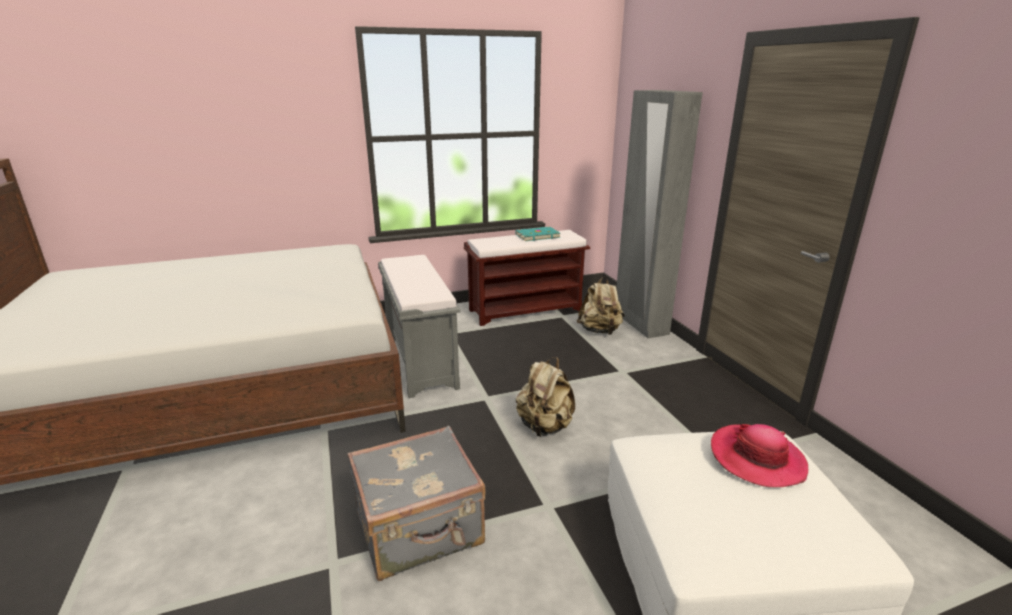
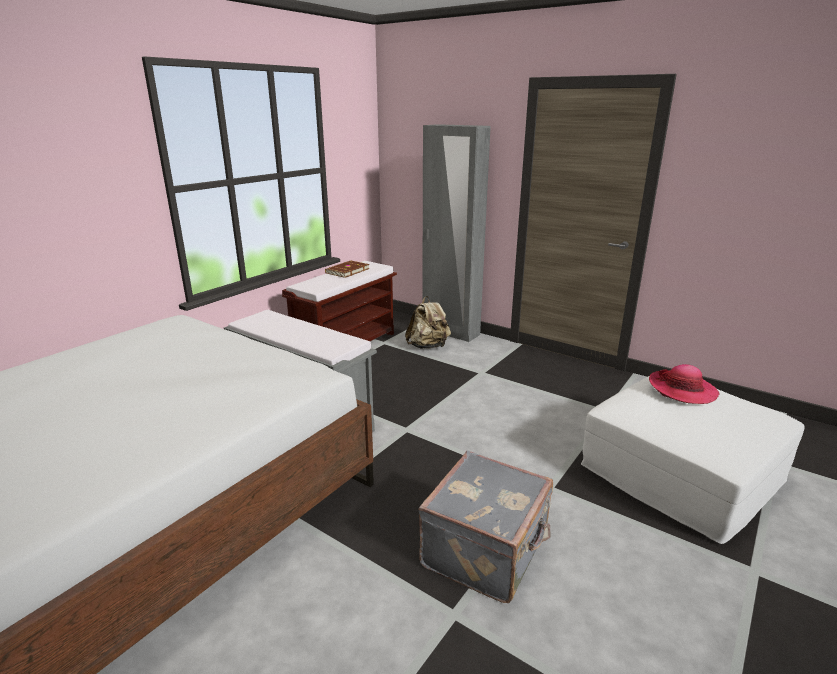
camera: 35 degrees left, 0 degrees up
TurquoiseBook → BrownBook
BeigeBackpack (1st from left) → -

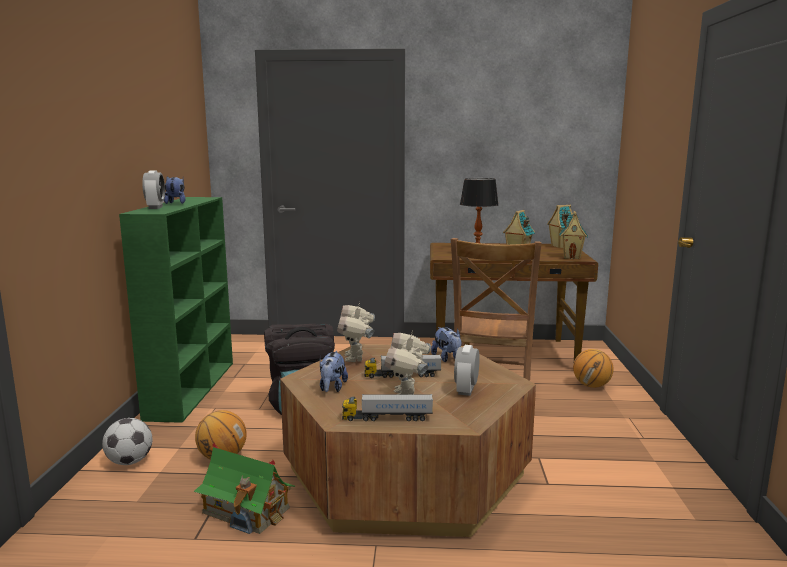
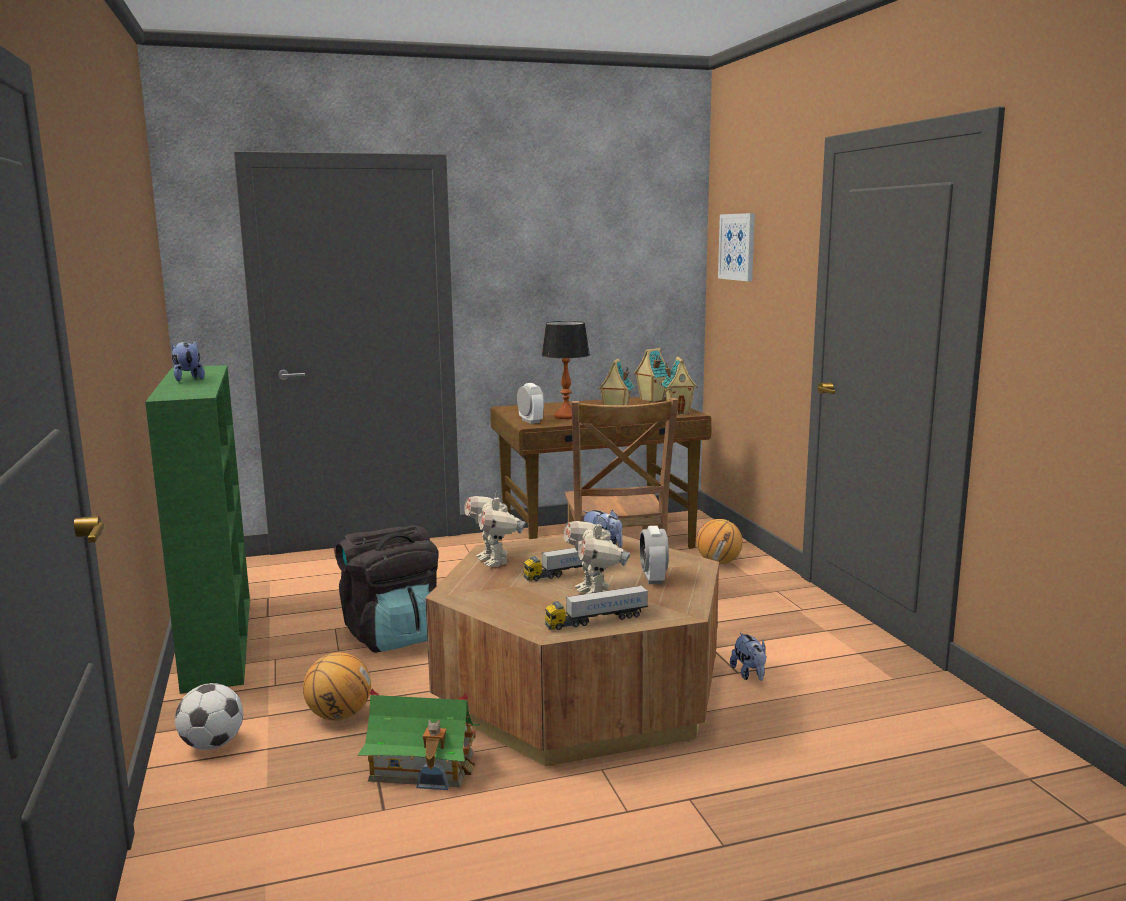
camera: 20 degrees left, 0 degrees up
AlarmClock (1st from left), move
PlushToy (2nd from left in the first image) → PlushToy (3rd from left), move
- → Picture

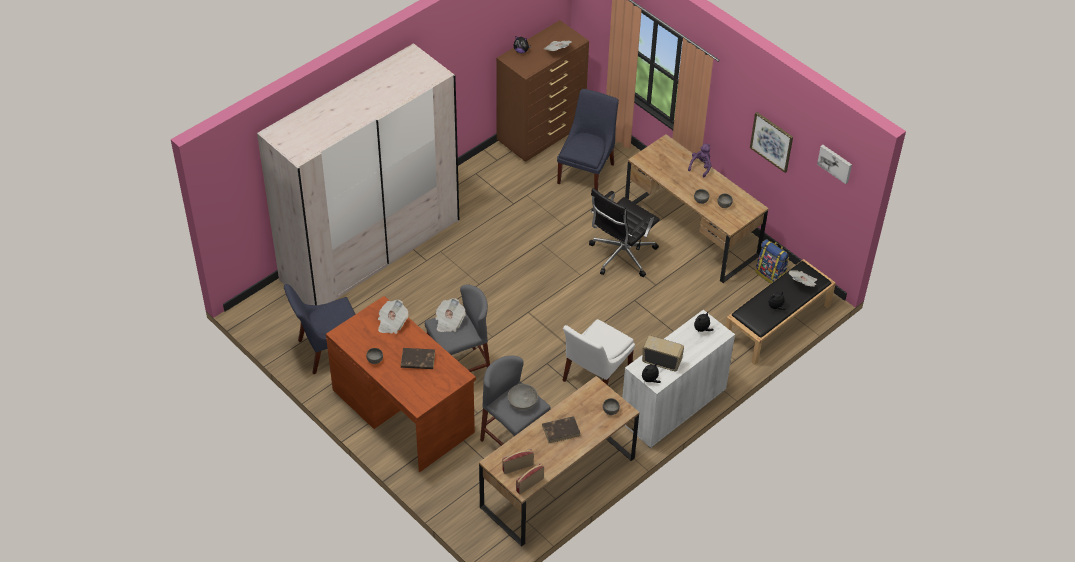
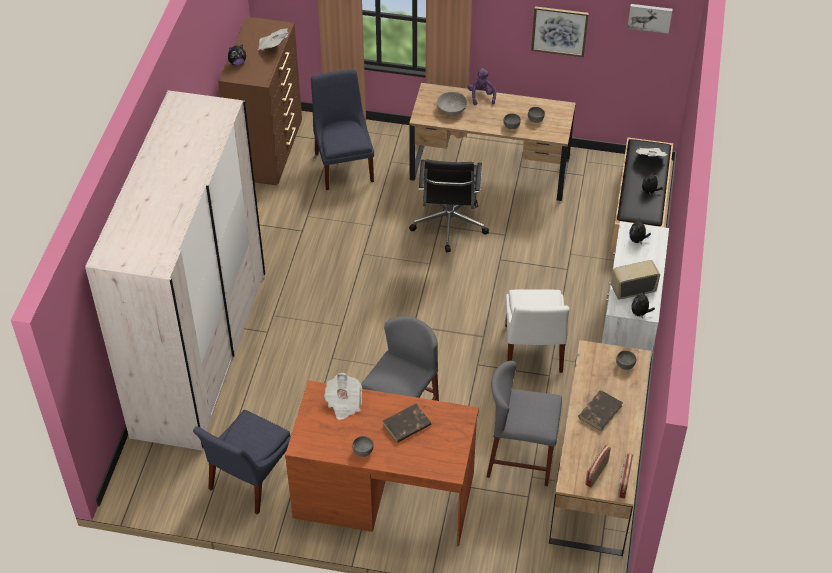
camera: 35 degrees left, 0 degrees up
Backpack → -
Newspaper (2nd from left) → -
GreyBowl (2nd from left), move

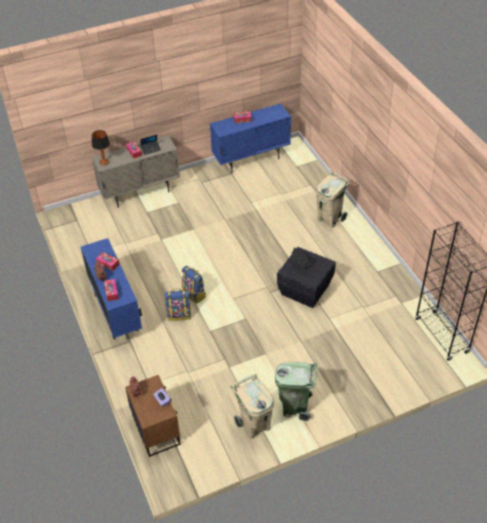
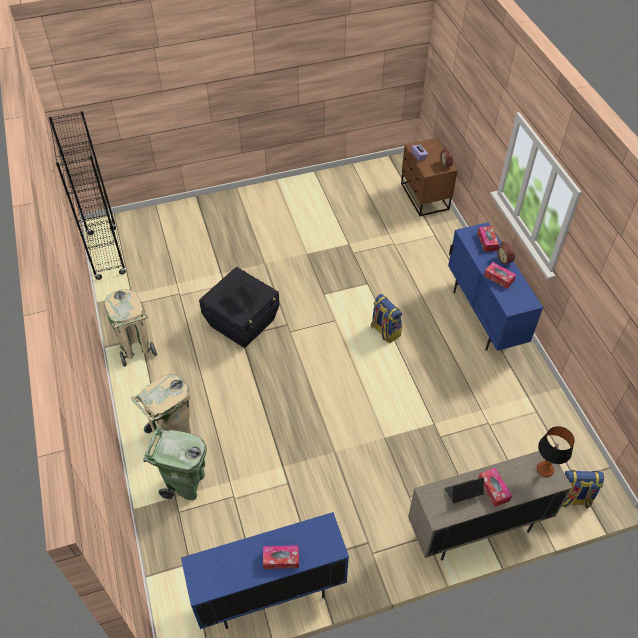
camera: 175 degrees left, 5 degrees up
Backpack (1st from left in the first image) → Backpack (2nd from left), move
GreenTrashCan, move
BeigeTrashCan (1st from left), move

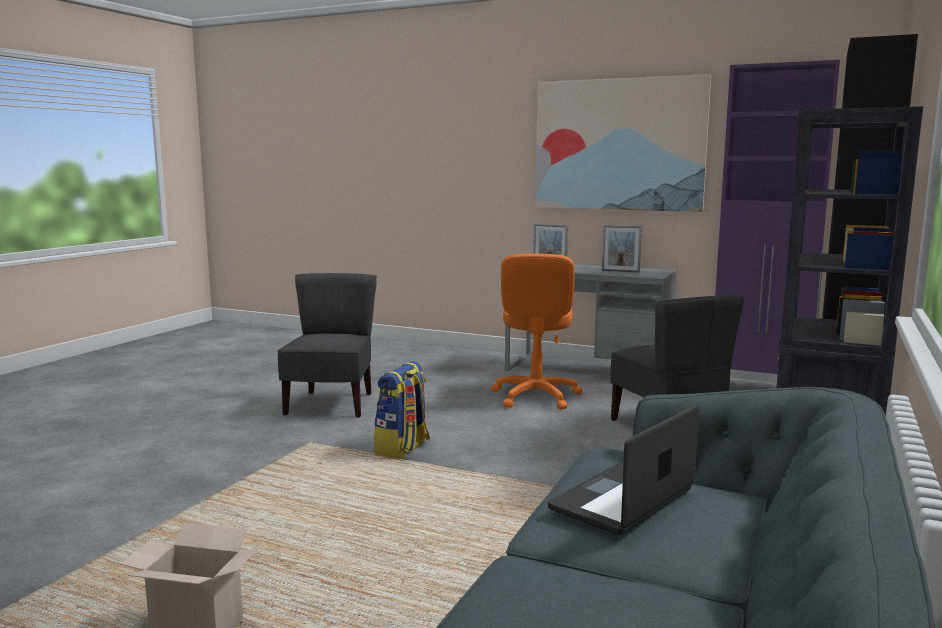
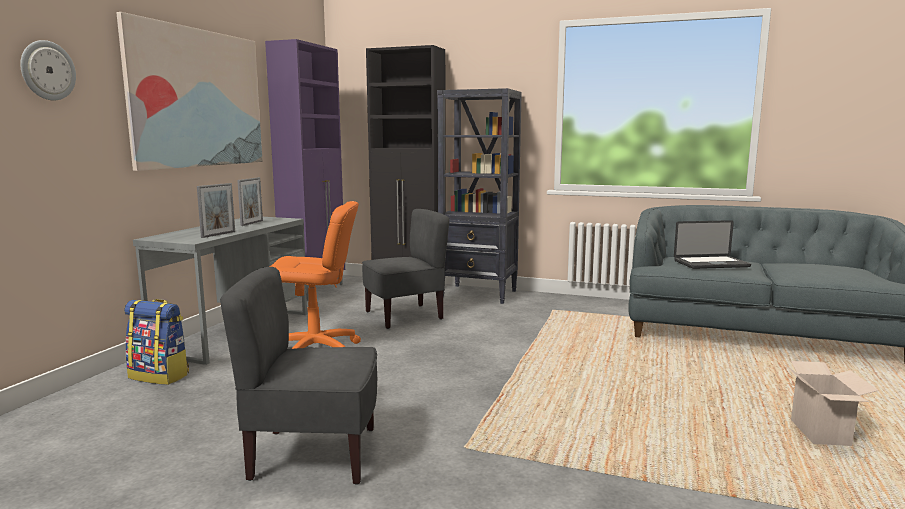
camera: 95 degrees left, 0 degrees up
Backpack, move
Laptop, 45 degrees counterclockwise
- → WallClock

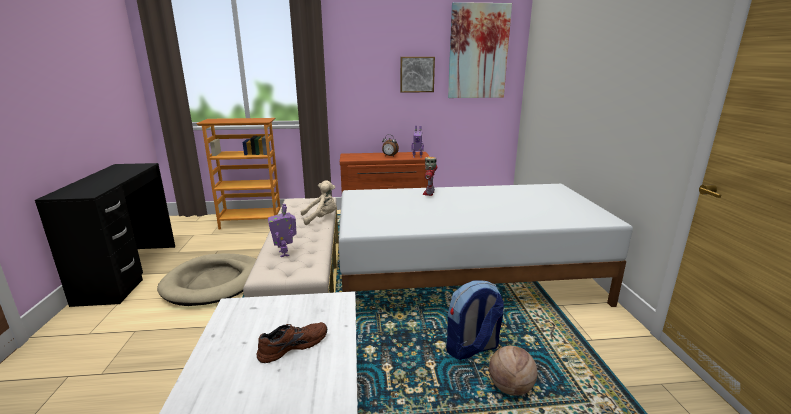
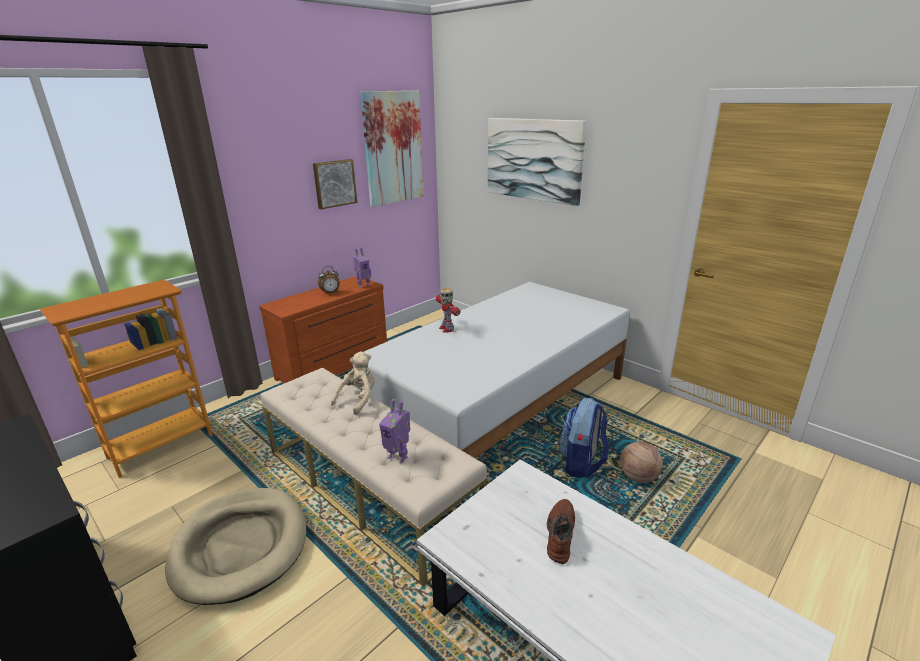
camera: 40 degrees left, 5 degrees up
- → Picture (3rd from left)

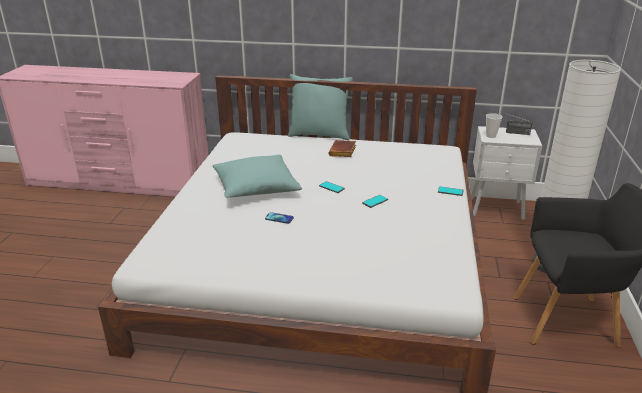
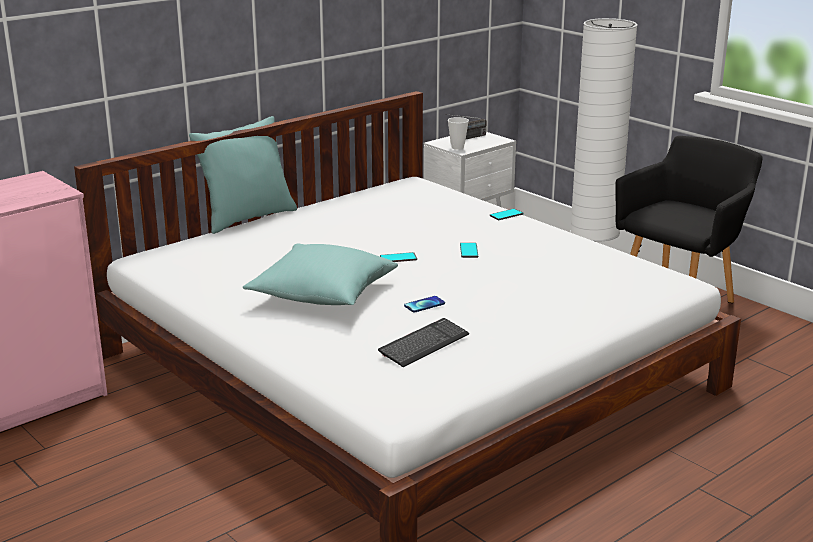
camera: 50 degrees left, 5 degrees down
BrownBook → -
- → Keyboard

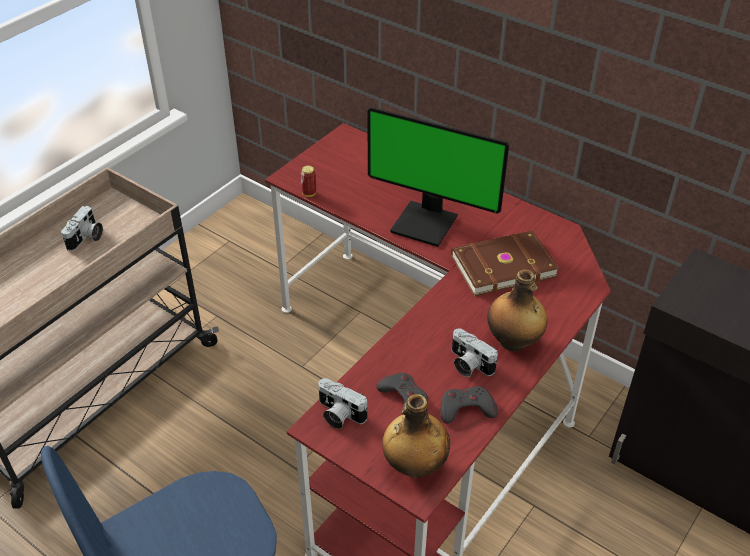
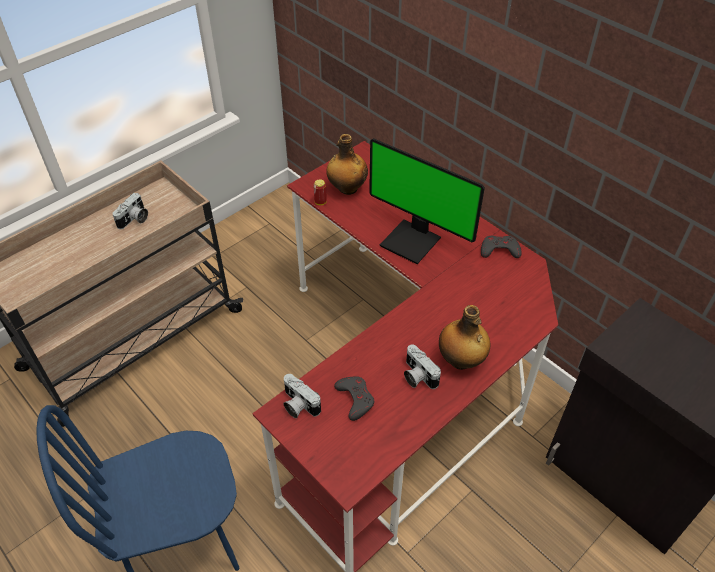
camera: 10 degrees right, 5 degrees up
BrownBook → -
GreyGameController (2nd from left), move
Bottle (1st from left), move

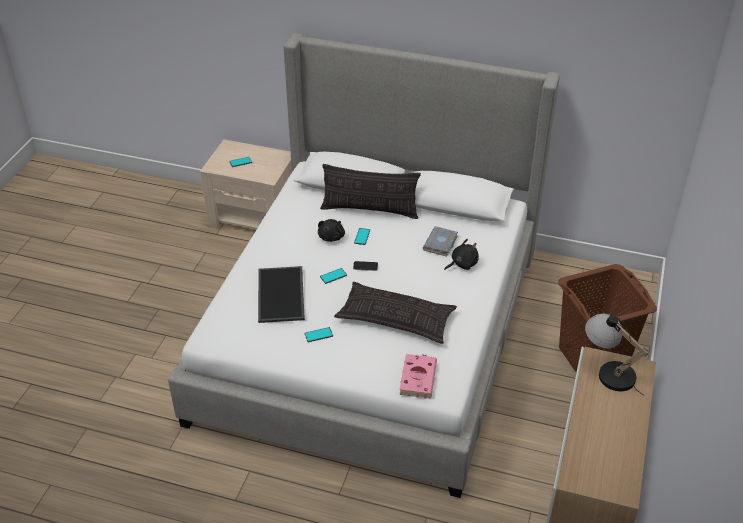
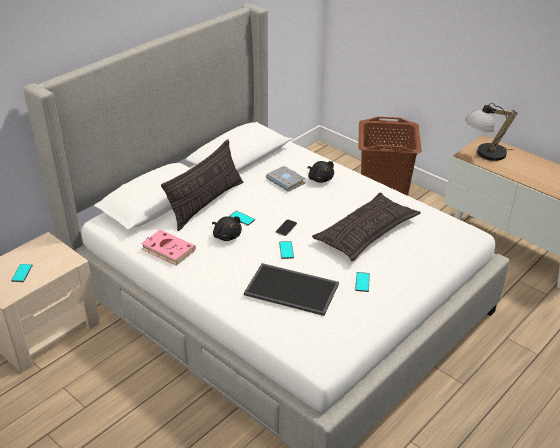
camera: 65 degrees left, 5 degrees down
BlackPlushToy (2nd from left), 150 degrees clockwise
PinkBook, move

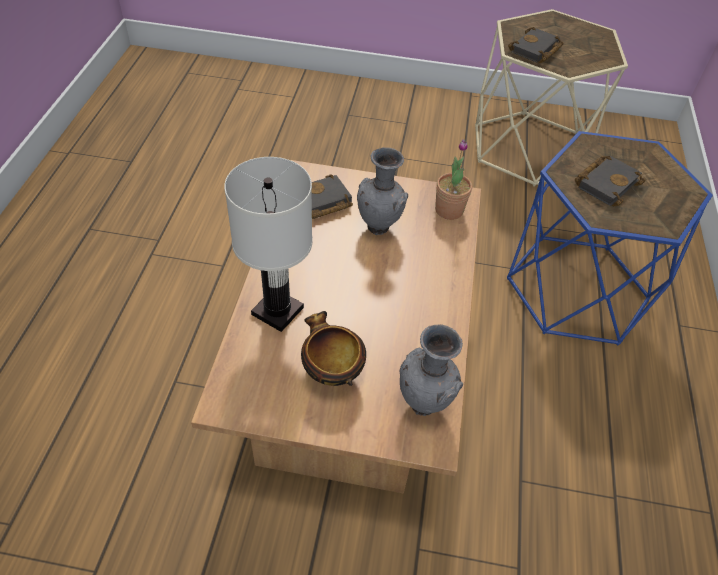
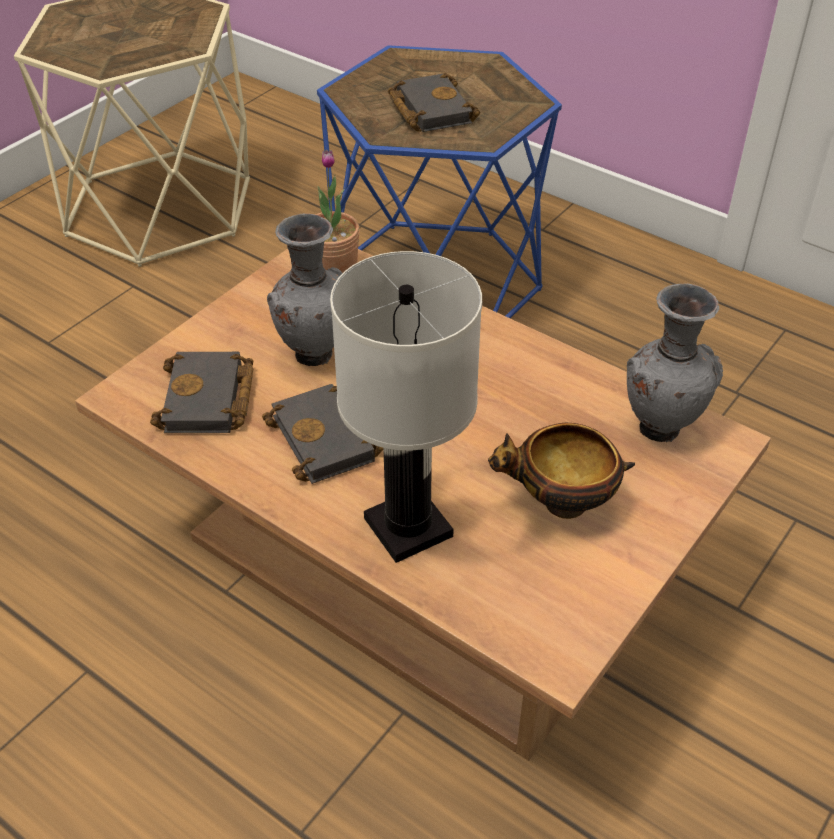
camera: 60 degrees left, 5 degrees down
BlackBook (2nd from left), move

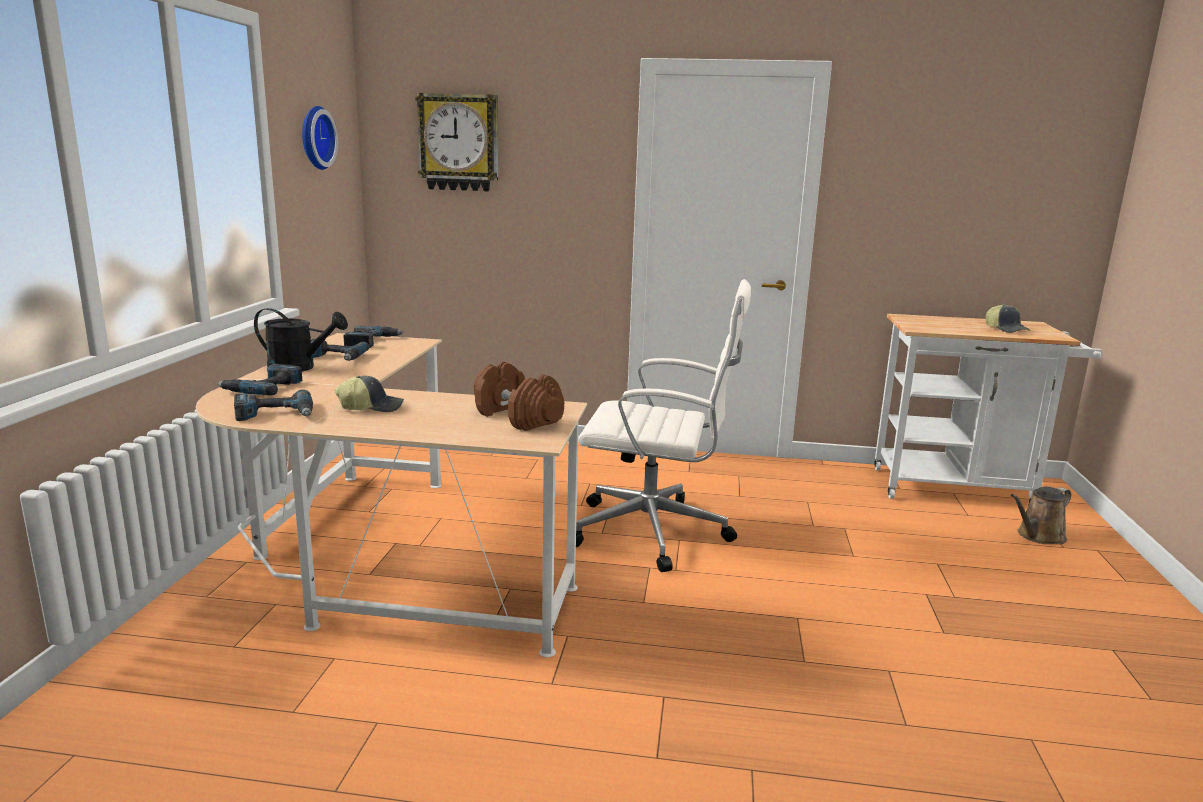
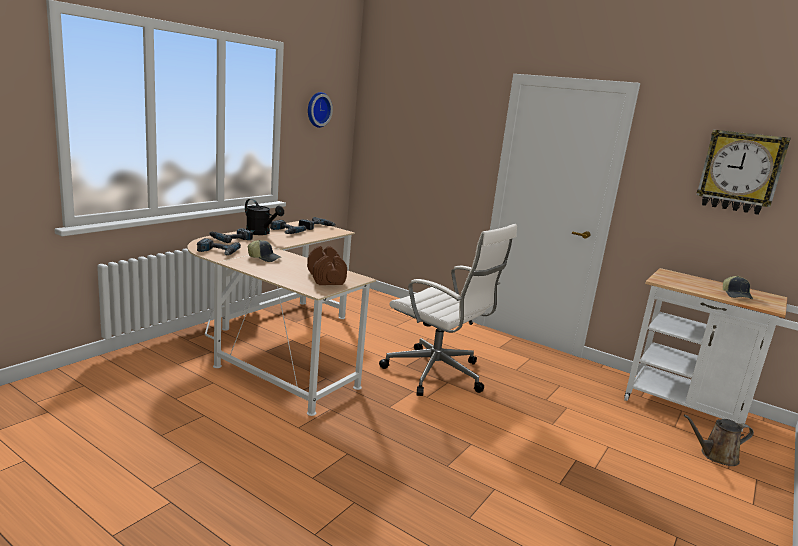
camera: 25 degrees right, 0 degrees up
WallClock (2nd from left), move

